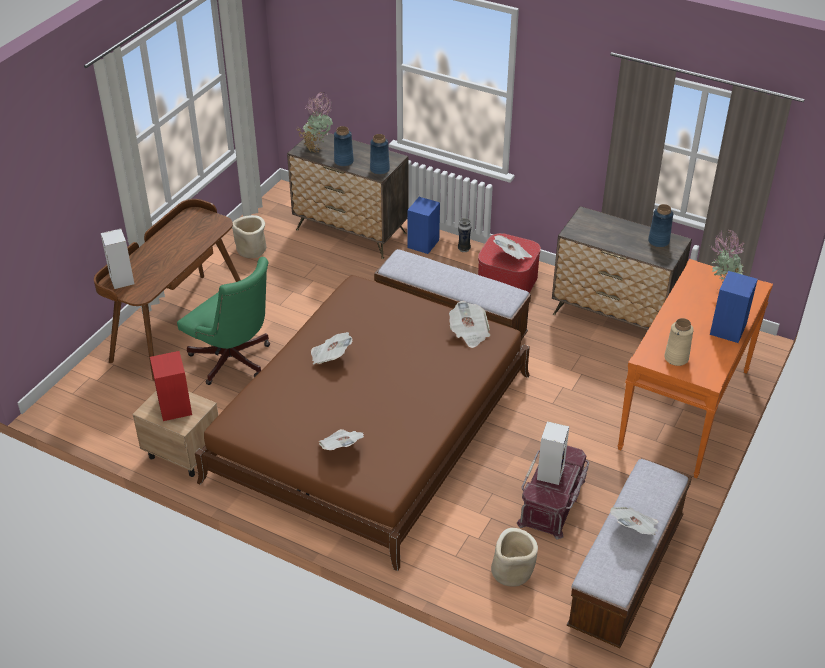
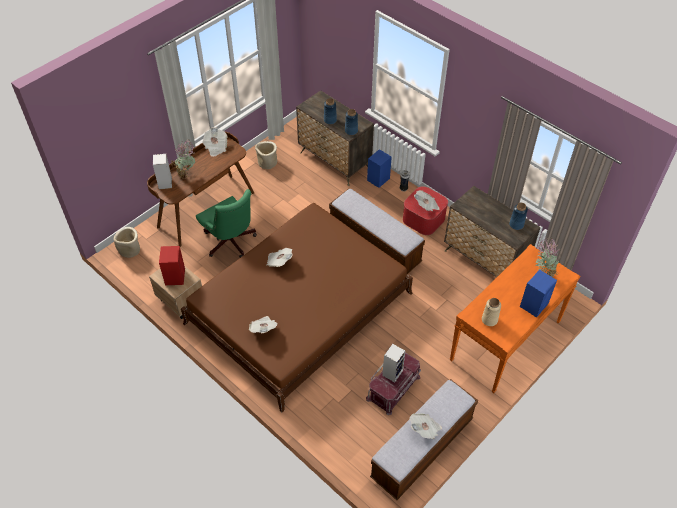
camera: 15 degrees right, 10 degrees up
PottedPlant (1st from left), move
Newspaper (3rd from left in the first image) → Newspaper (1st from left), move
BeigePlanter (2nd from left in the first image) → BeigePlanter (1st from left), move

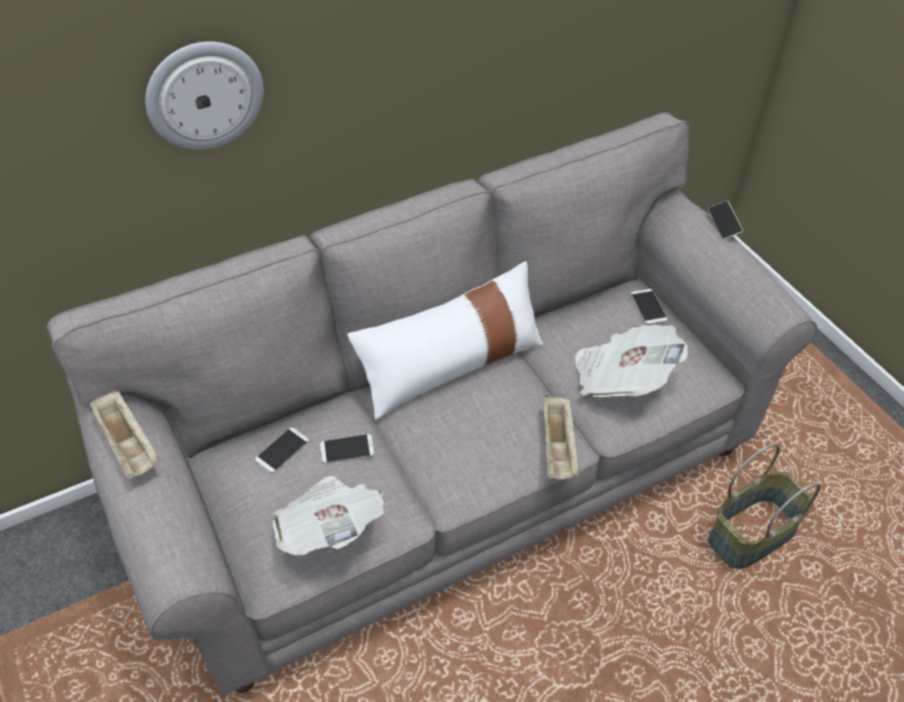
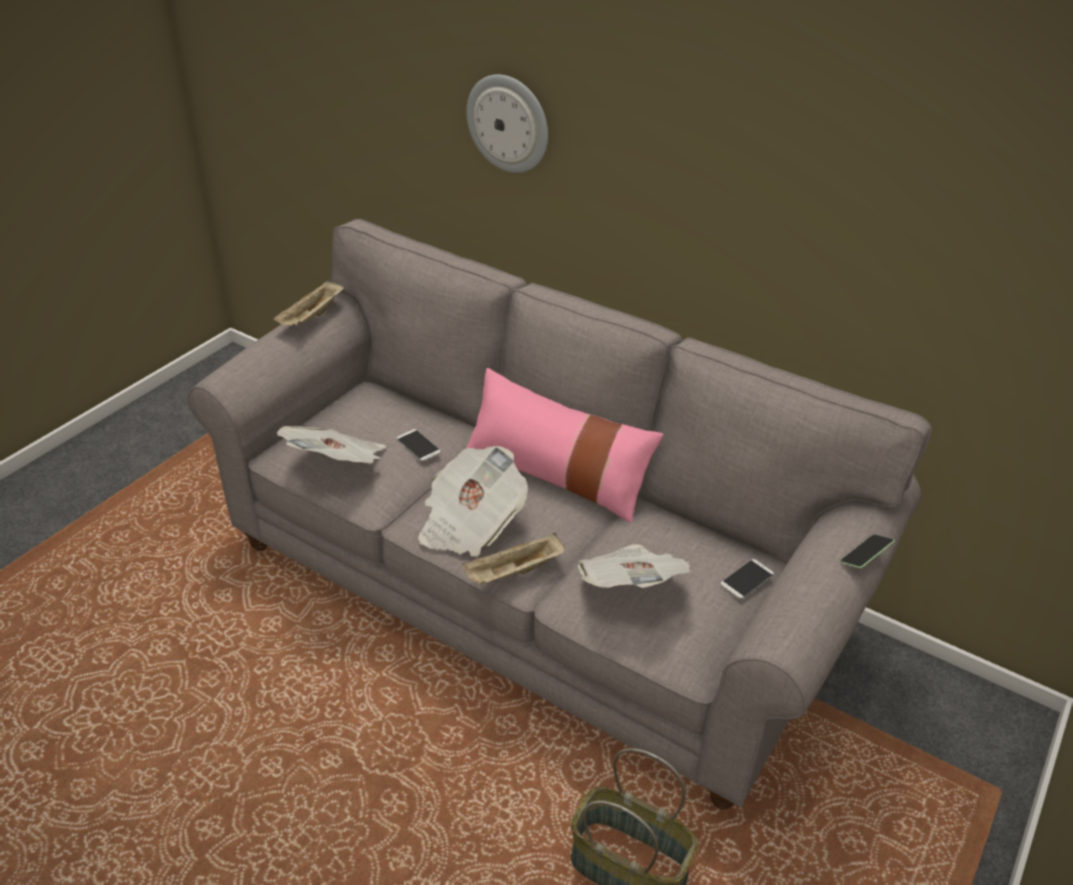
camera: 60 degrees right, 10 degrees down
WhitePillow → PinkPillow
Phone (1st from left) → -
- → Newspaper (2nd from left)

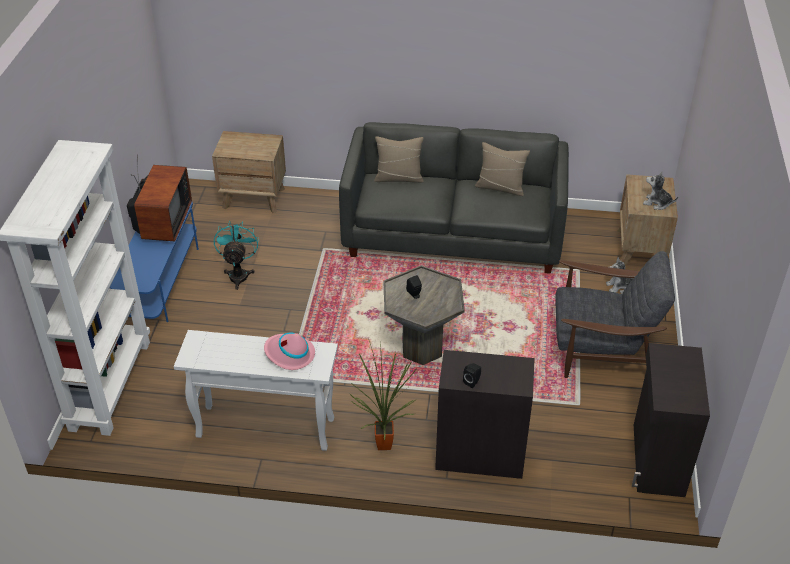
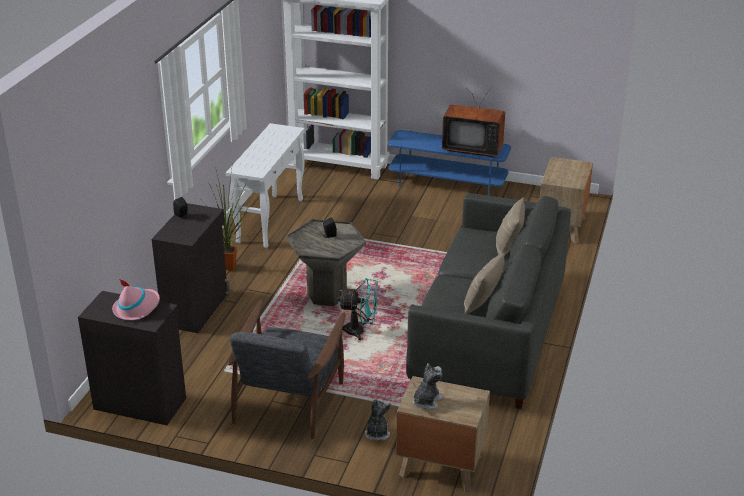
camera: 100 degrees right, 10 degrees down
TurquoiseFan, move
PinkHat, move

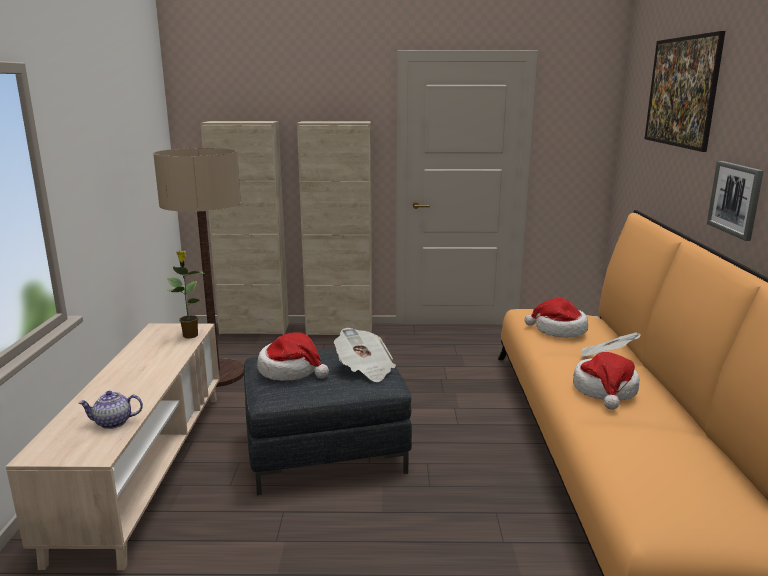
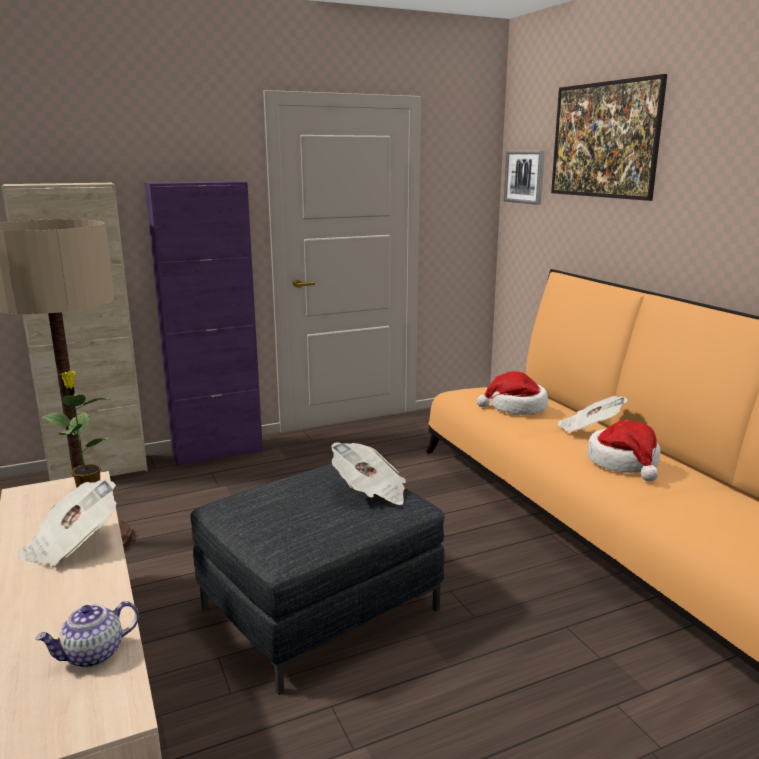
camera: 25 degrees left, 0 degrees up
BeigeCabinet (2nd from left) → PurpleCabinet
Picture (2nd from left in the first image) → Picture (1st from left), move
Hat (1st from left) → -
- → Newspaper (1st from left)

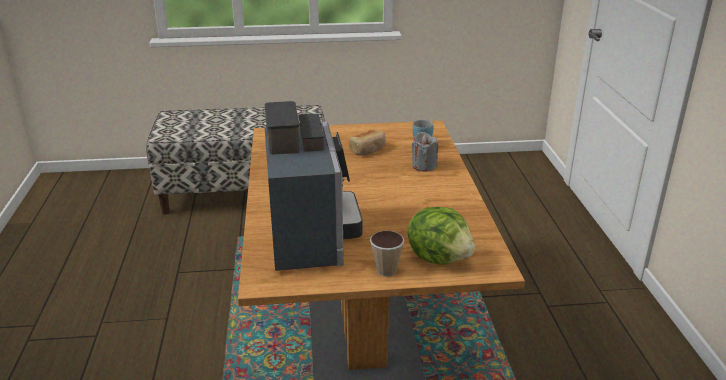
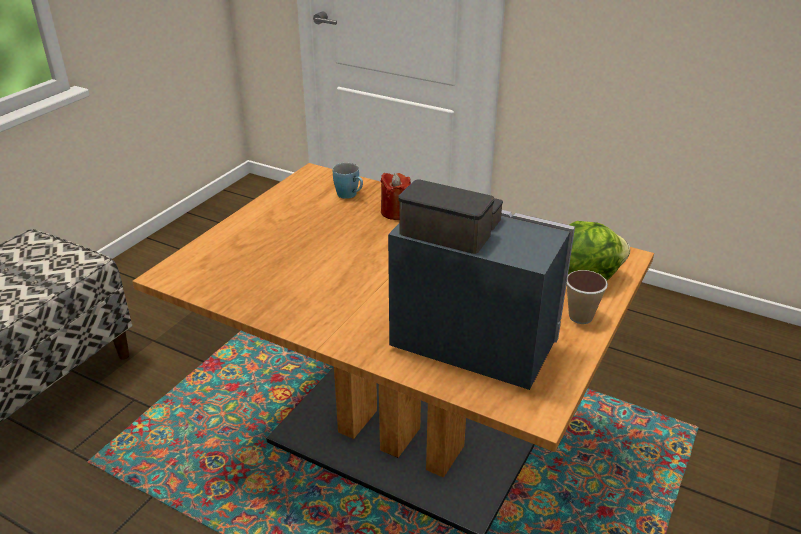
camera: 55 degrees left, 5 degrees up
Bread → -
GreyCandle → RedCandle

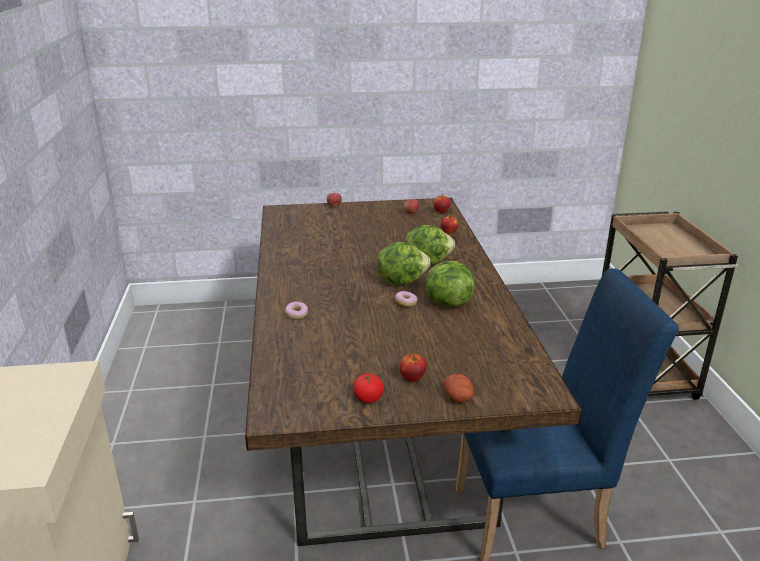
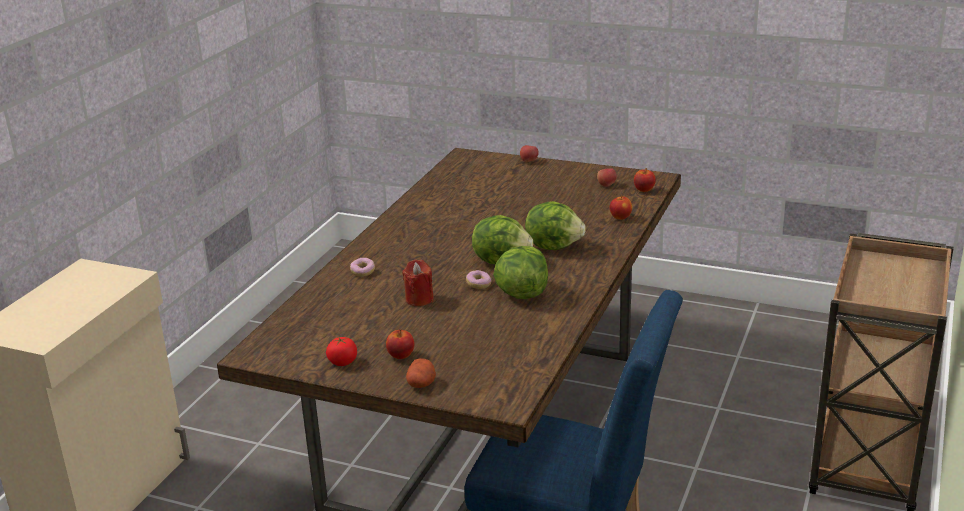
camera: 30 degrees right, 0 degrees up
- → RedCandle

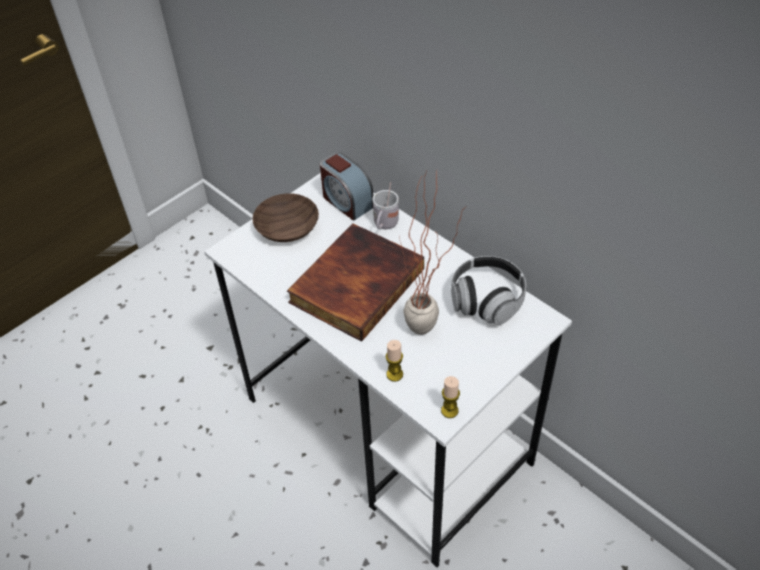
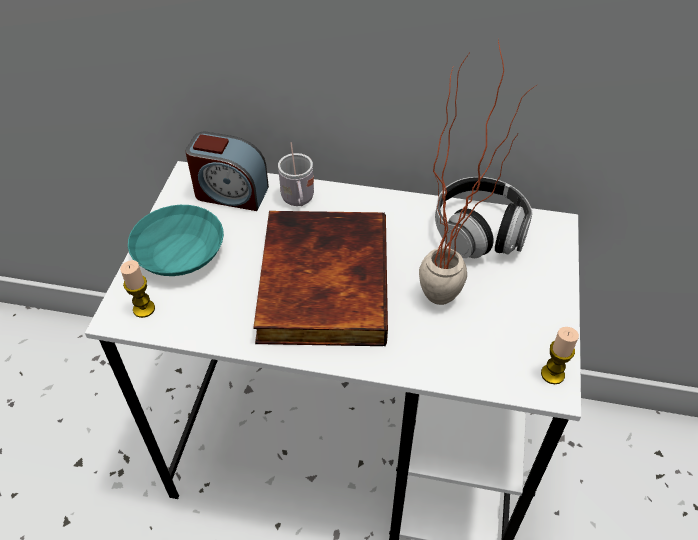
camera: 35 degrees left, 0 degrees up
BrownBowl → TurquoiseBowl
Candle (1st from left), move

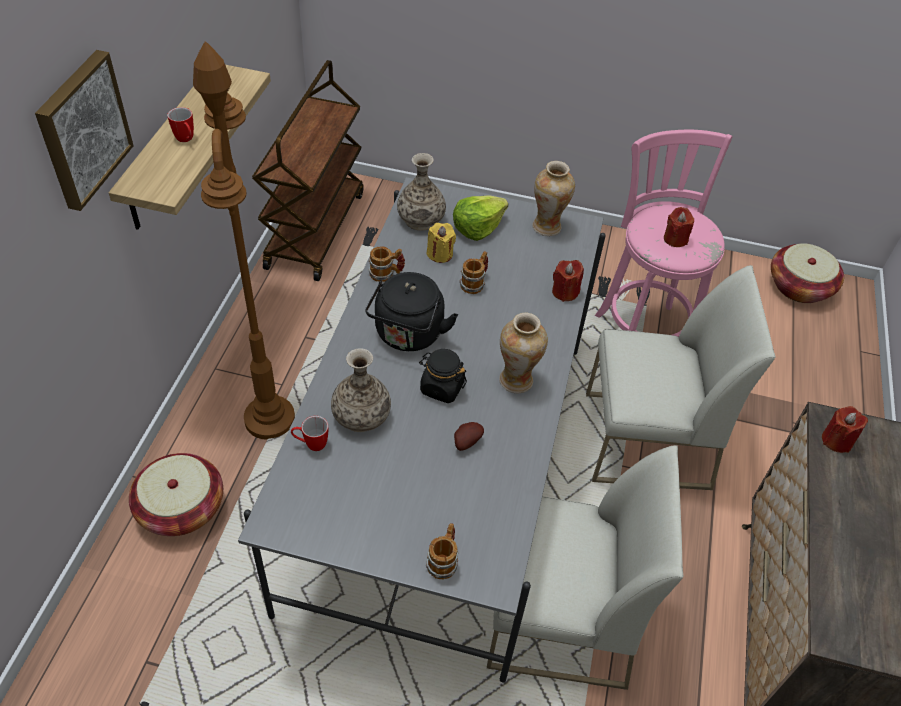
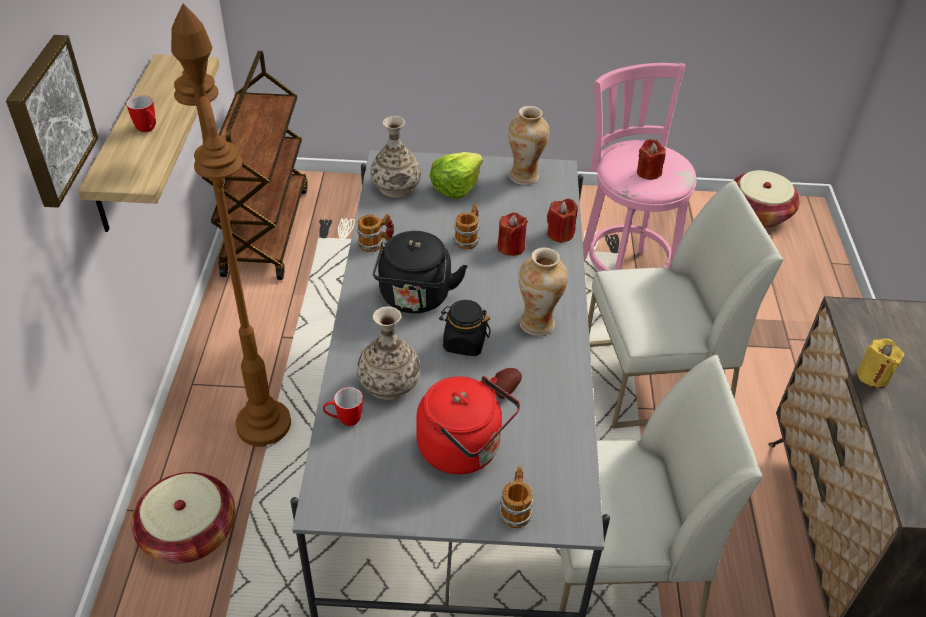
camera: 10 degrees left, 5 degrees down
YellowCandle, move
RedCandle (3rd from left in the first image) → RedCandle (1st from left), move
- → RedKettle

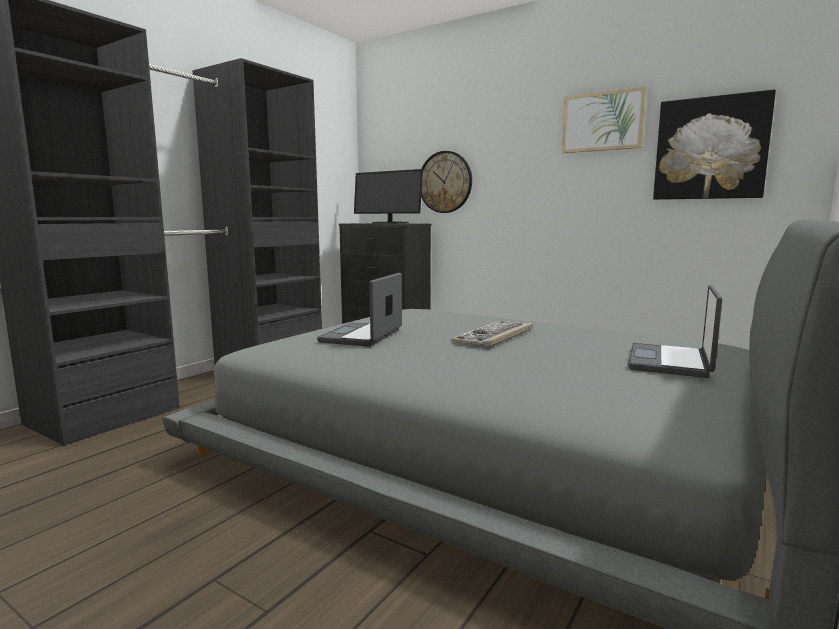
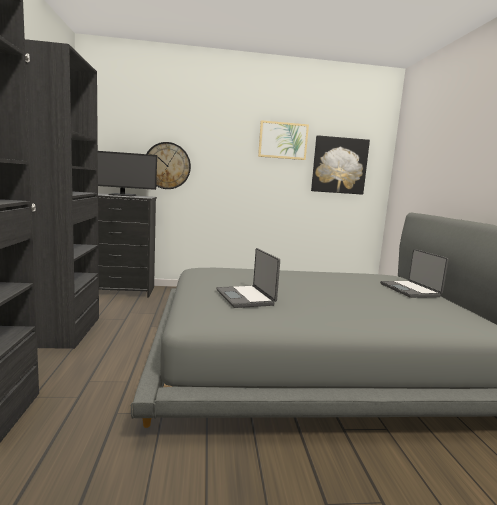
camera: 40 degrees left, 0 degrees up
Keyboard → -

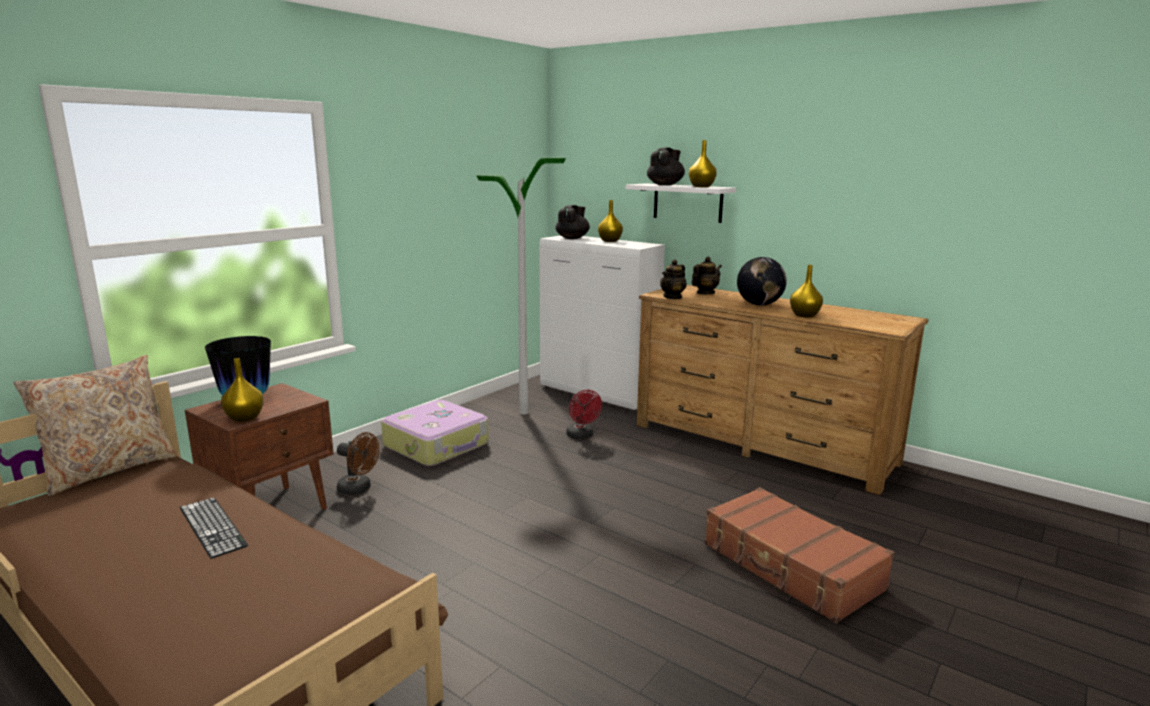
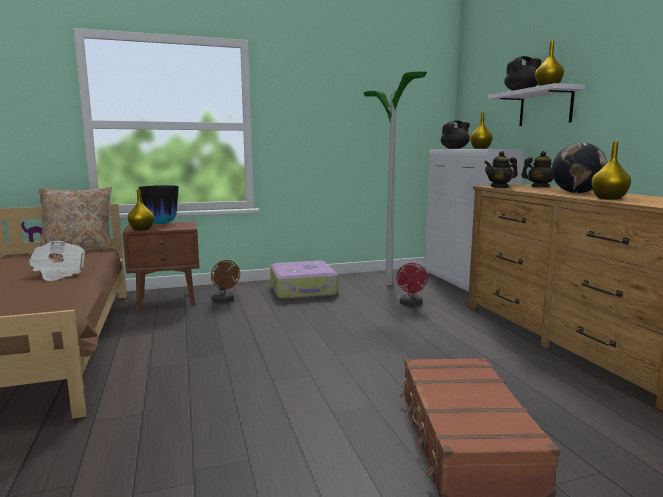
camera: 35 degrees right, 5 degrees down
Keyboard → Newspaper

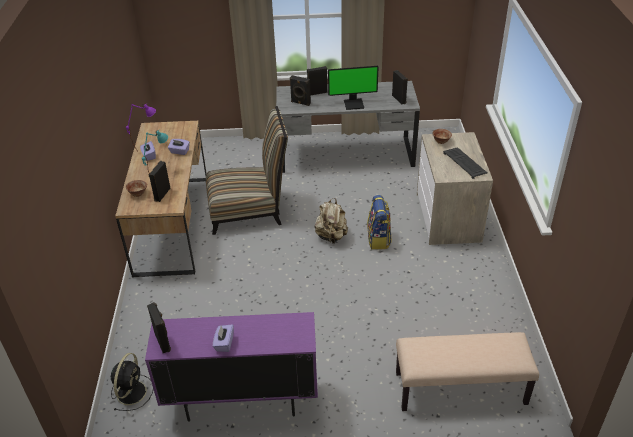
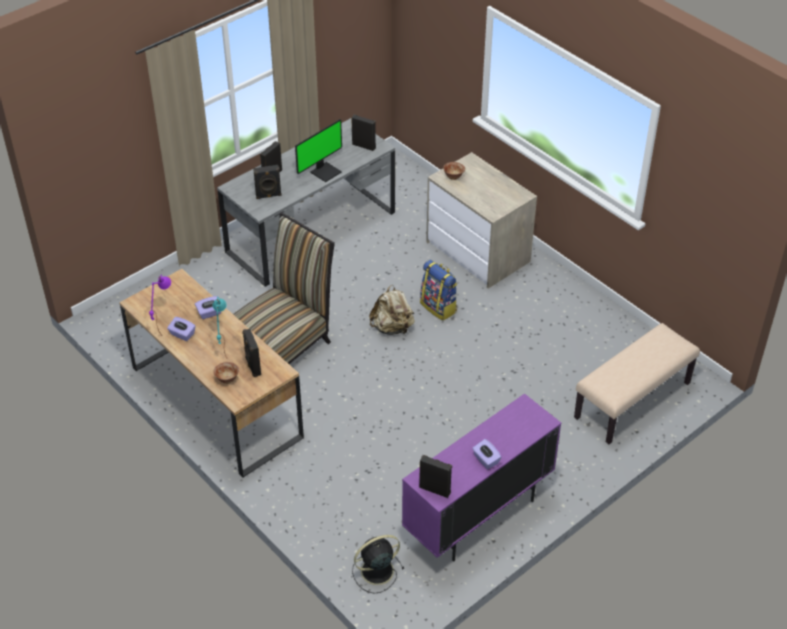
camera: 40 degrees left, 5 degrees up
Keyboard → -
BlackFan, 90 degrees counterclockwise

